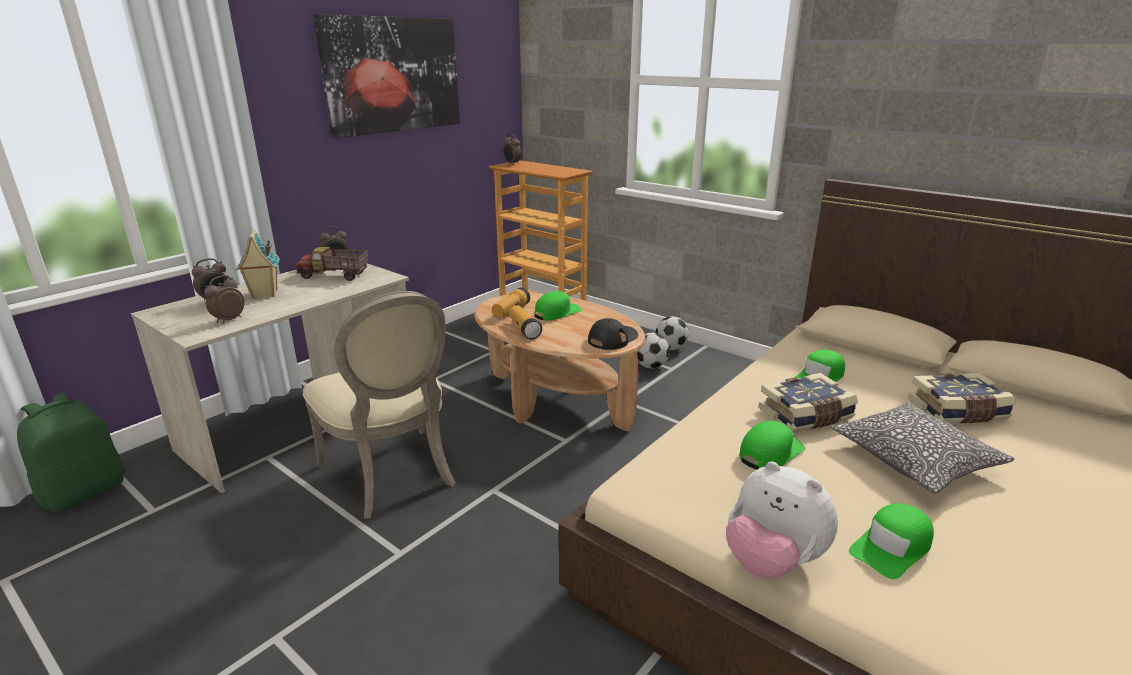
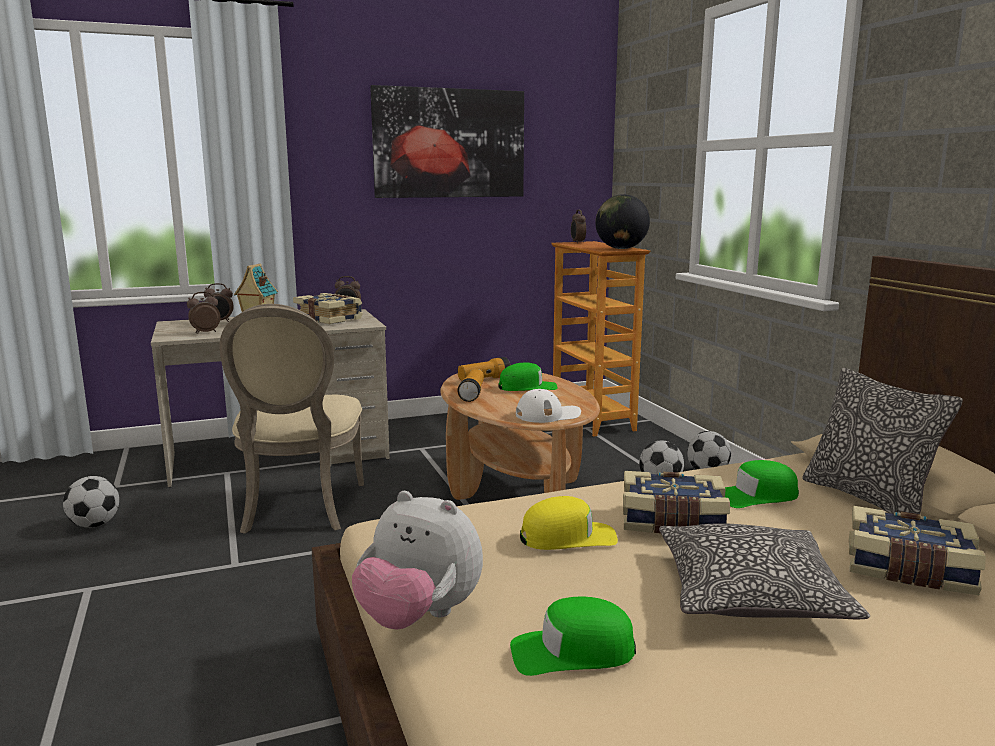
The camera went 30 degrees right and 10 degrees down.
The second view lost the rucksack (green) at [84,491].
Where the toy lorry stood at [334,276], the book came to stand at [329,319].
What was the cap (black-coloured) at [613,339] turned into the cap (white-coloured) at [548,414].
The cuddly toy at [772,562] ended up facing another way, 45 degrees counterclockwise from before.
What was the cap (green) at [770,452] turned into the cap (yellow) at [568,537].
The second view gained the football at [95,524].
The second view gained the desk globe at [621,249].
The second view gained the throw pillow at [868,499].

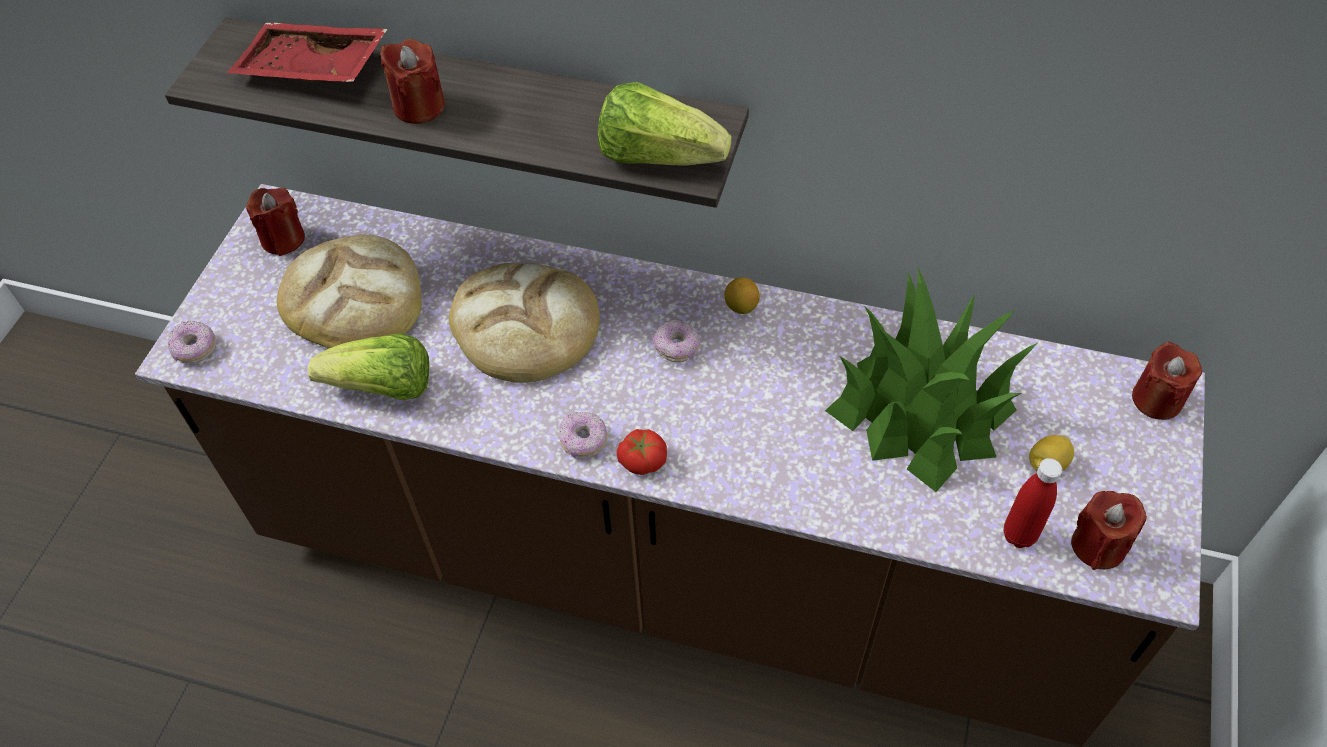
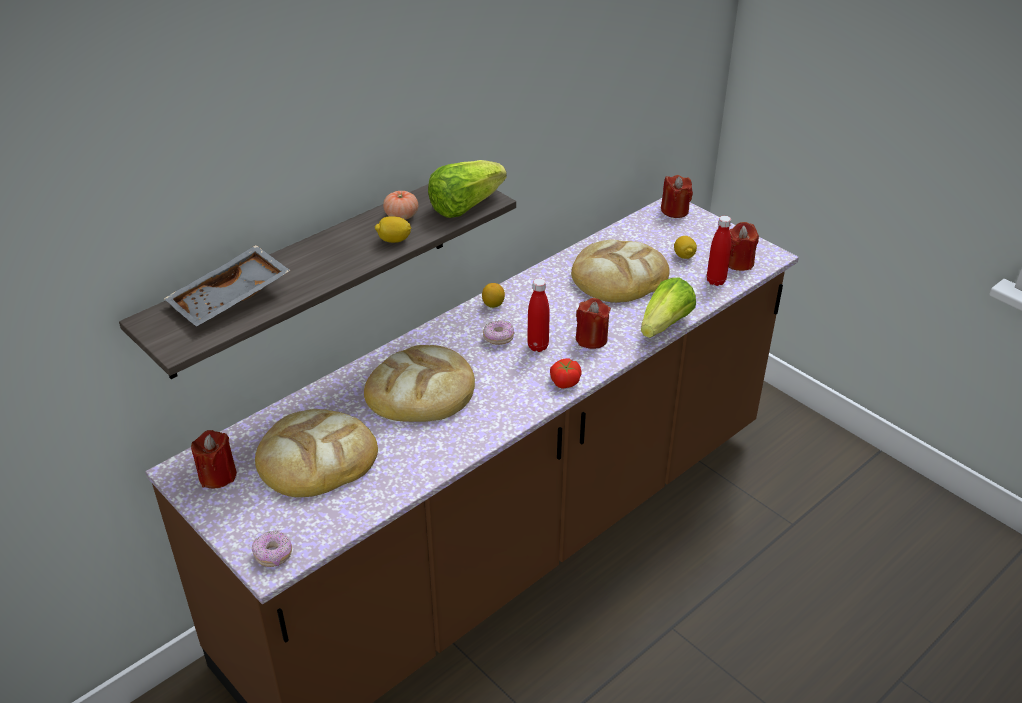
The camera went 60 degrees left and 15 degrees down.
What was the carrying tray (red) at [312,70] turned into the carrying tray (greyish) at [231,299].
The head of lettuce ended up elsewhere, having gone from [383,388] to [665,325].
The wax light (red) ended up elsewhere, having gone from [419,106] to [591,339].
The second view lost the donut at [583,441].
Where the plant in a pot stood at [921,409], the baked bread came to stand at [618,276].
The second view gained the whole lemon at [394,240].
The second view gained the whole tomato at [401,216].
The second view gained the drink bottle (red) at [538,346].

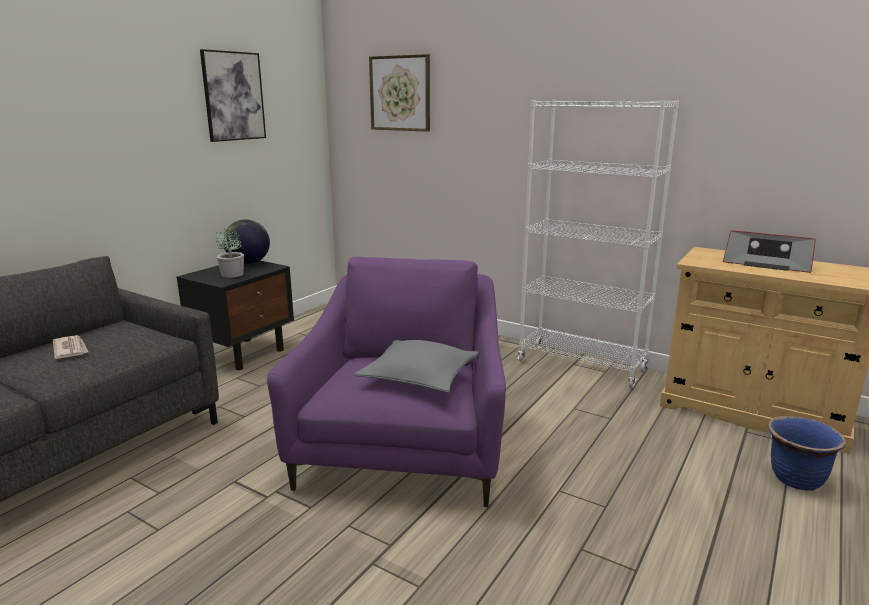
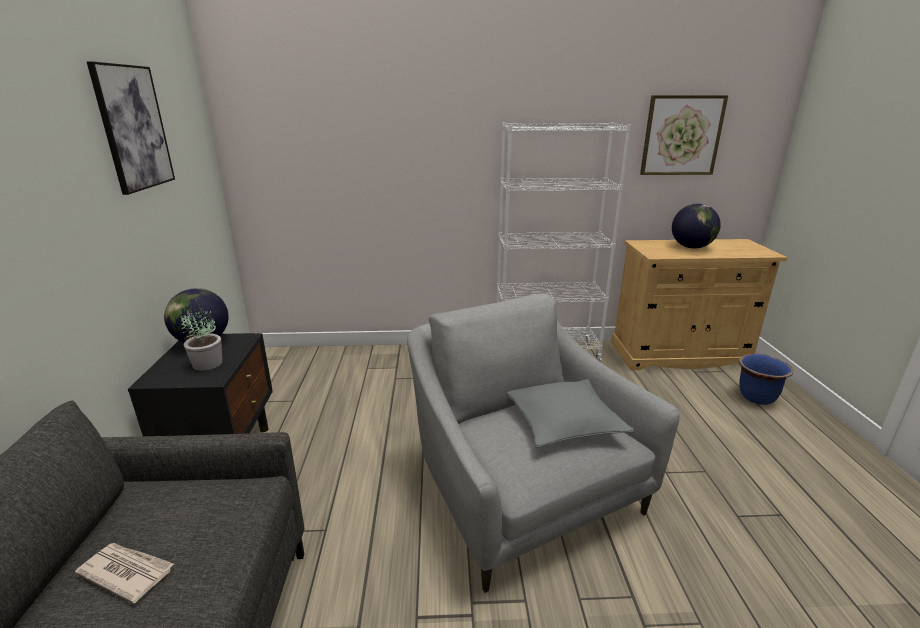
The camera went 35 degrees left and 5 degrees up.
What was the armchair (purple-coloured) at [404,447] turned into the armchair (greyish) at [519,489].
The wall picture ended up elsewhere, having gone from [400,93] to [681,136].
Where the radio stood at [766,263], the desk globe came to stand at [691,247].

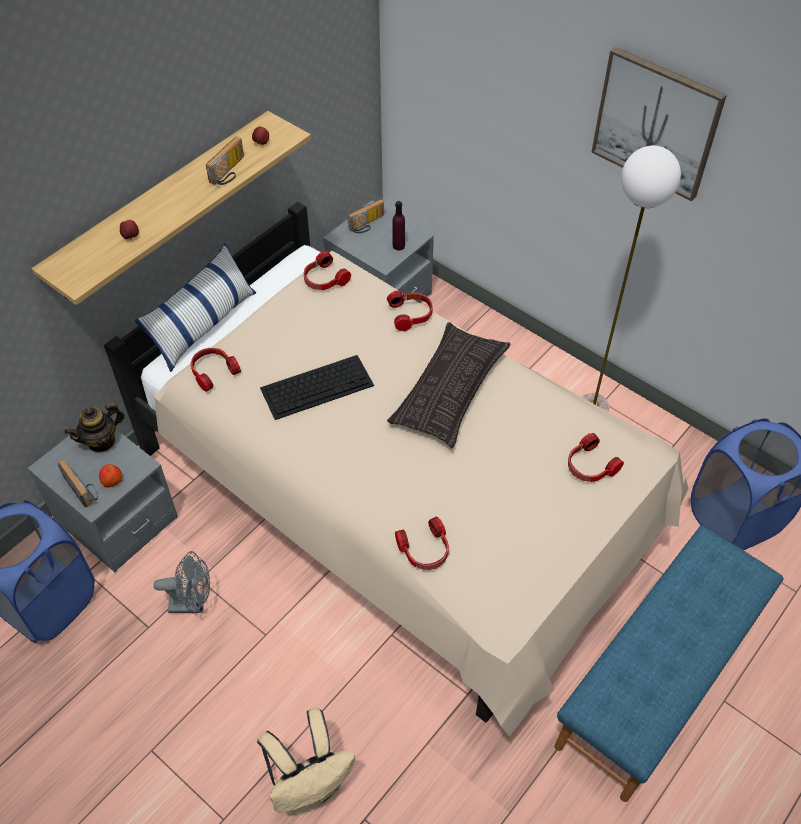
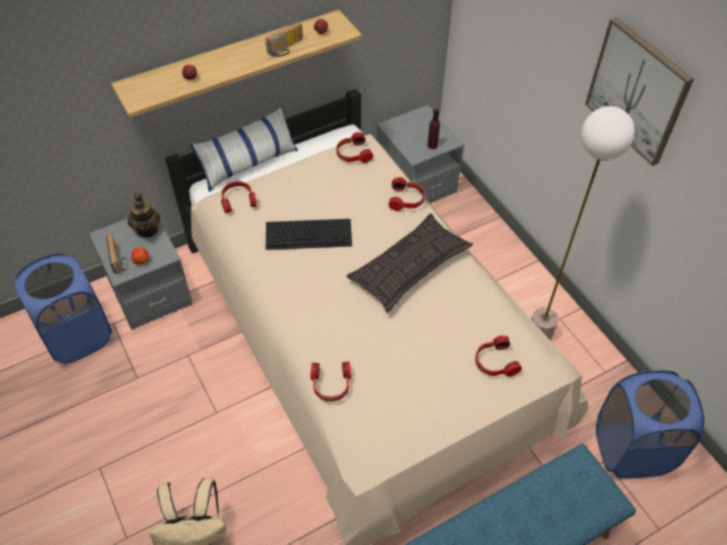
The camera went 20 degrees right and 0 degrees up.
The tea pot at [101,441] ended up facing another way, 90 degrees counterclockwise from before.
The second view lost the cooling fan (greyish) at [193,603].
The second view lost the radio at [367,224].

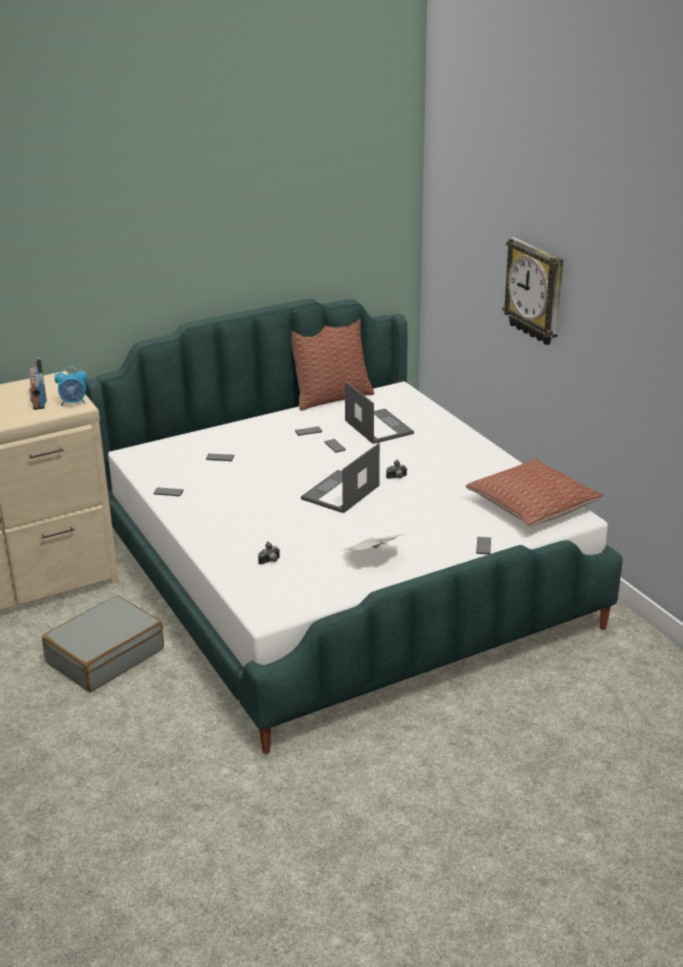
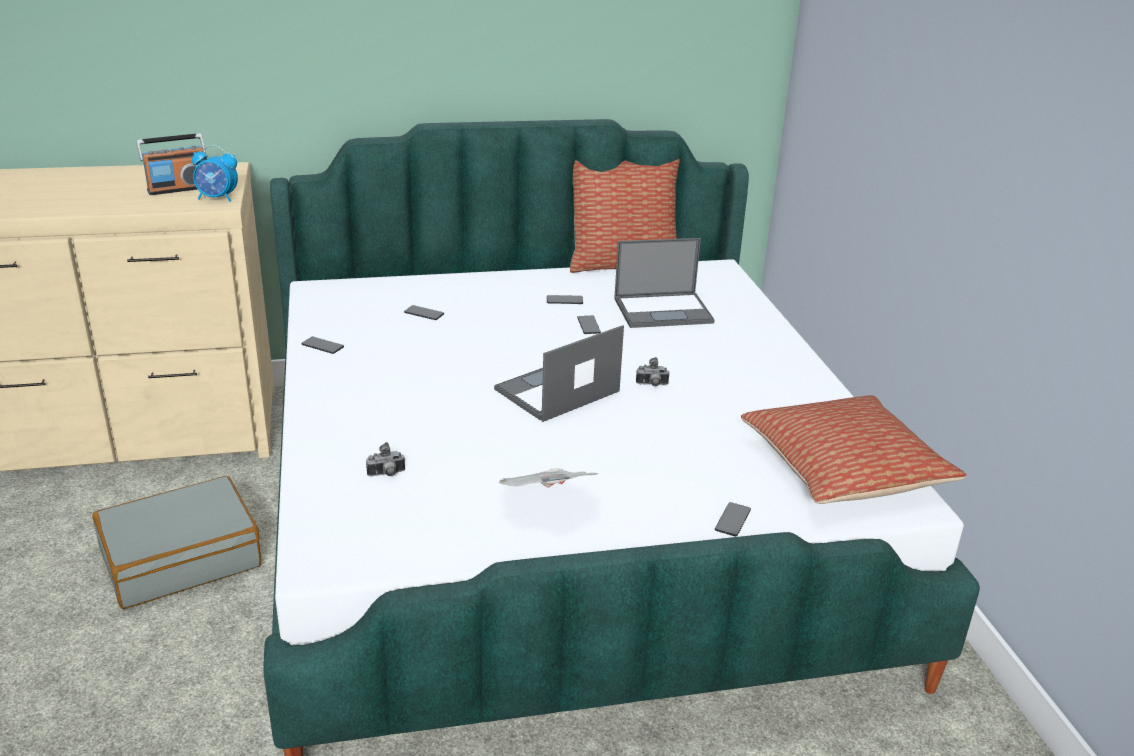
The camera went 15 degrees right and 0 degrees up.
The radio at [39,400] ended up facing another way, 120 degrees counterclockwise from before.
The notebook computer at [378,427] ended up facing another way, 90 degrees clockwise from before.
The second view lost the hanging clock at [535,291].

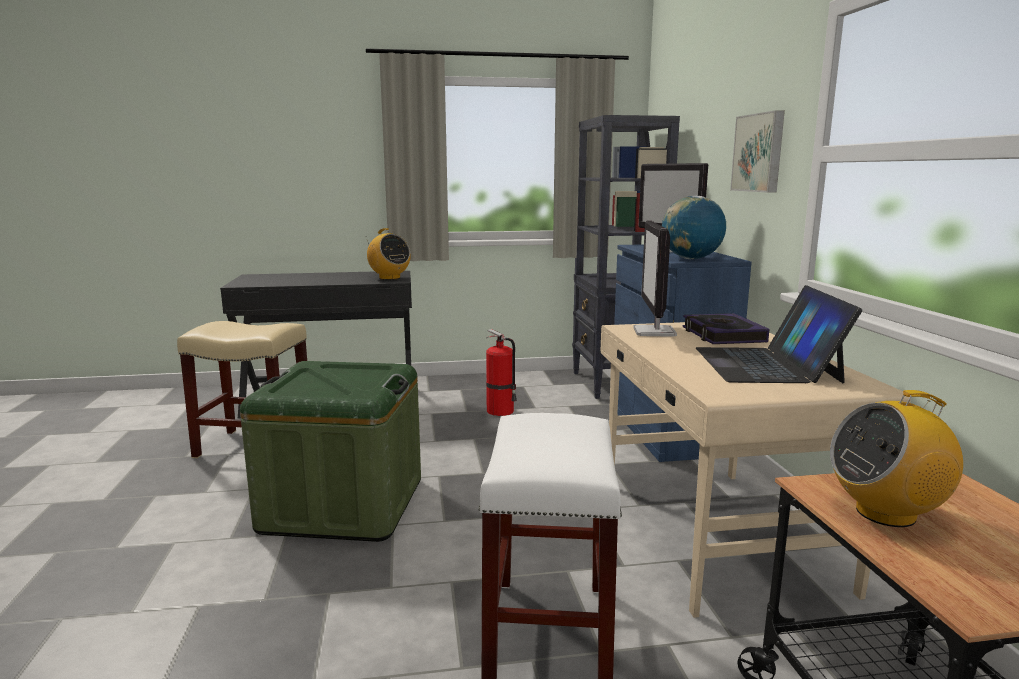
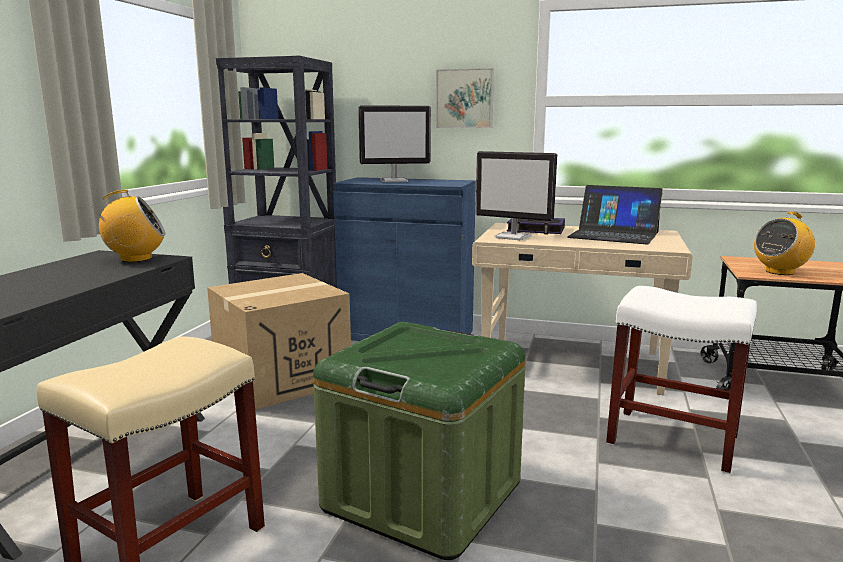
The camera went 65 degrees left and 0 degrees up.
Where the fire-fighting cylinder stood at [501,411], the packing box came to stand at [282,378].
The second view lost the desk globe at [691,259].
The radio at [886,513] ended up facing another way, 45 degrees clockwise from before.

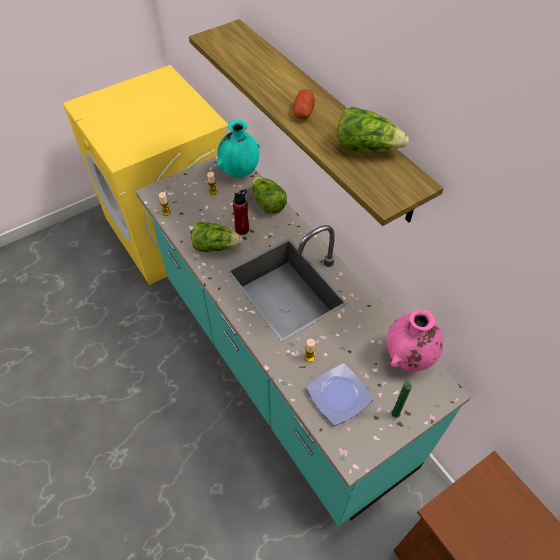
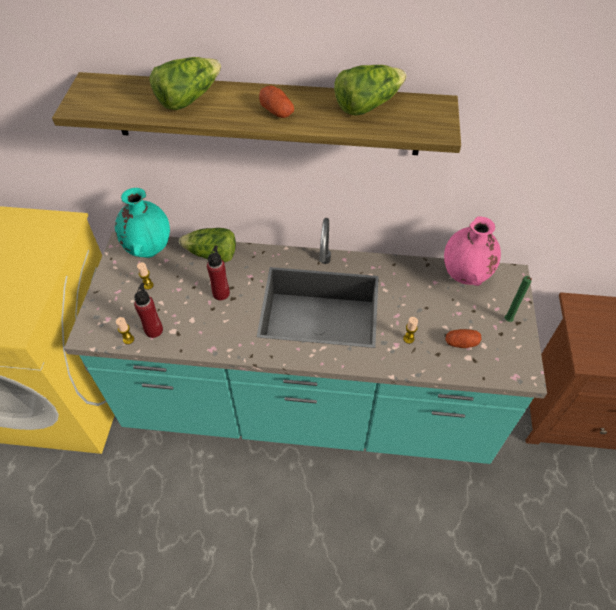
The camera went 50 degrees left and 0 degrees up.
The head of lettuce ended up elsewhere, having gone from [215,246] to [188,98].
Where the flat dish stood at [339,394], the whole potato came to stand at [461,343].
The second view gained the drink bottle (red) at [154,330].

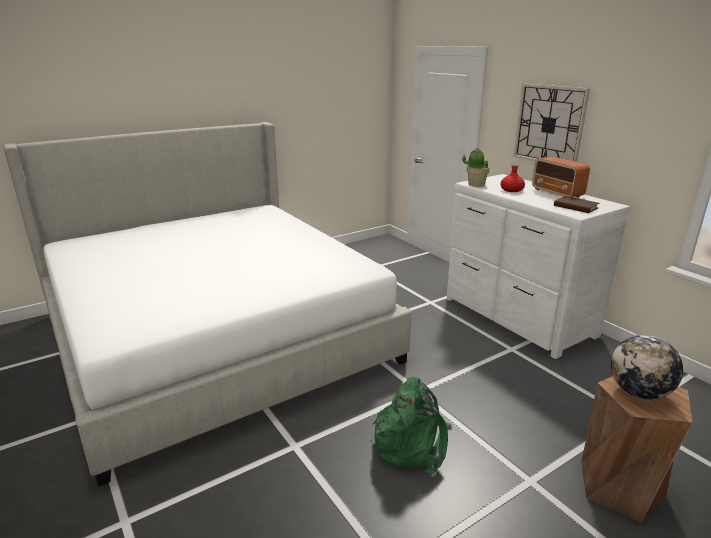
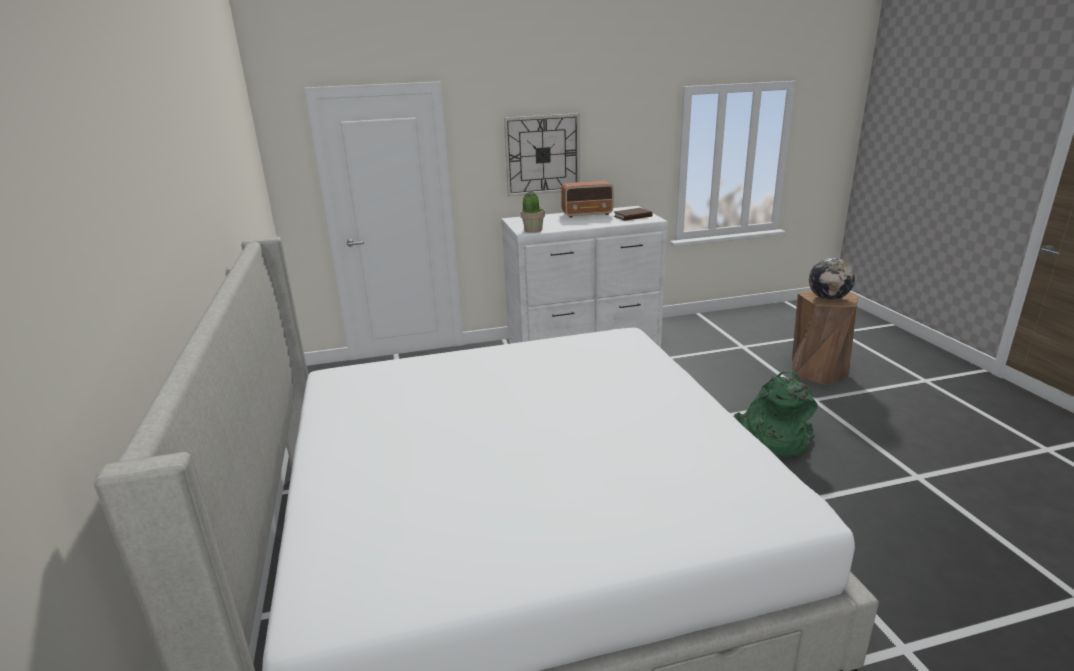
The camera went 70 degrees left and 0 degrees up.
The second view lost the drink bottle (red) at [511,190].

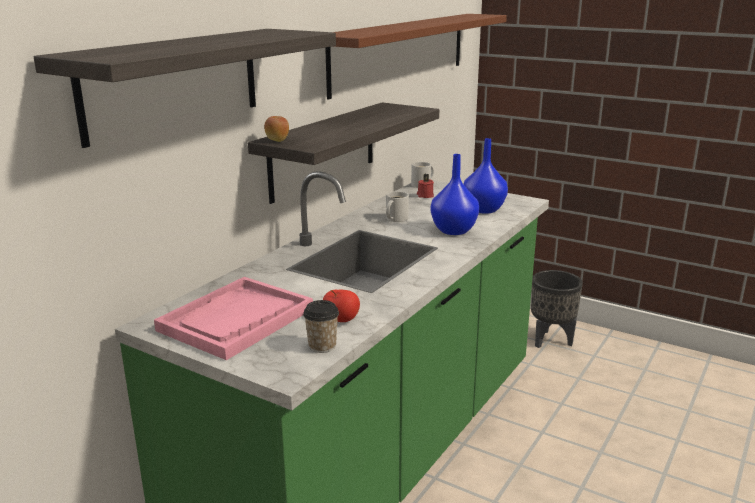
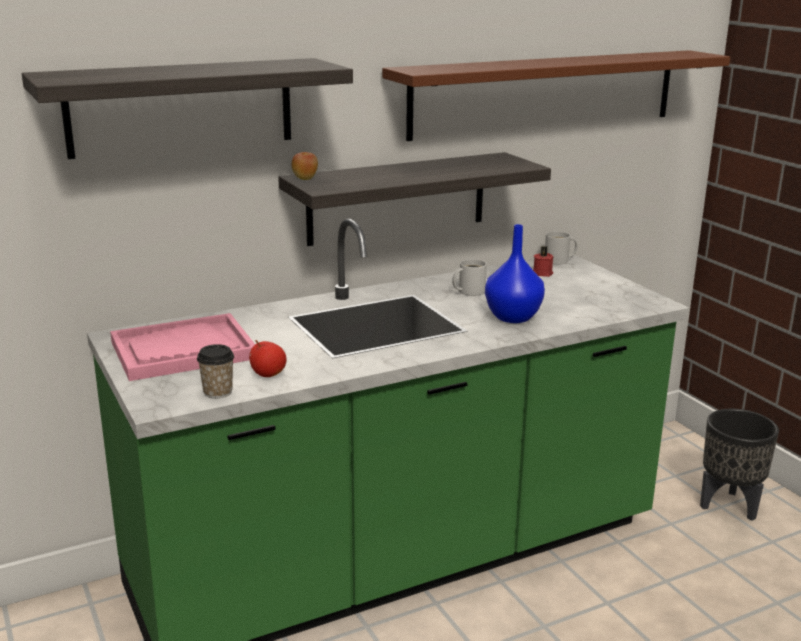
The camera went 30 degrees right and 0 degrees up.
The second view lost the decorative vase (bluish) at [483,209].

